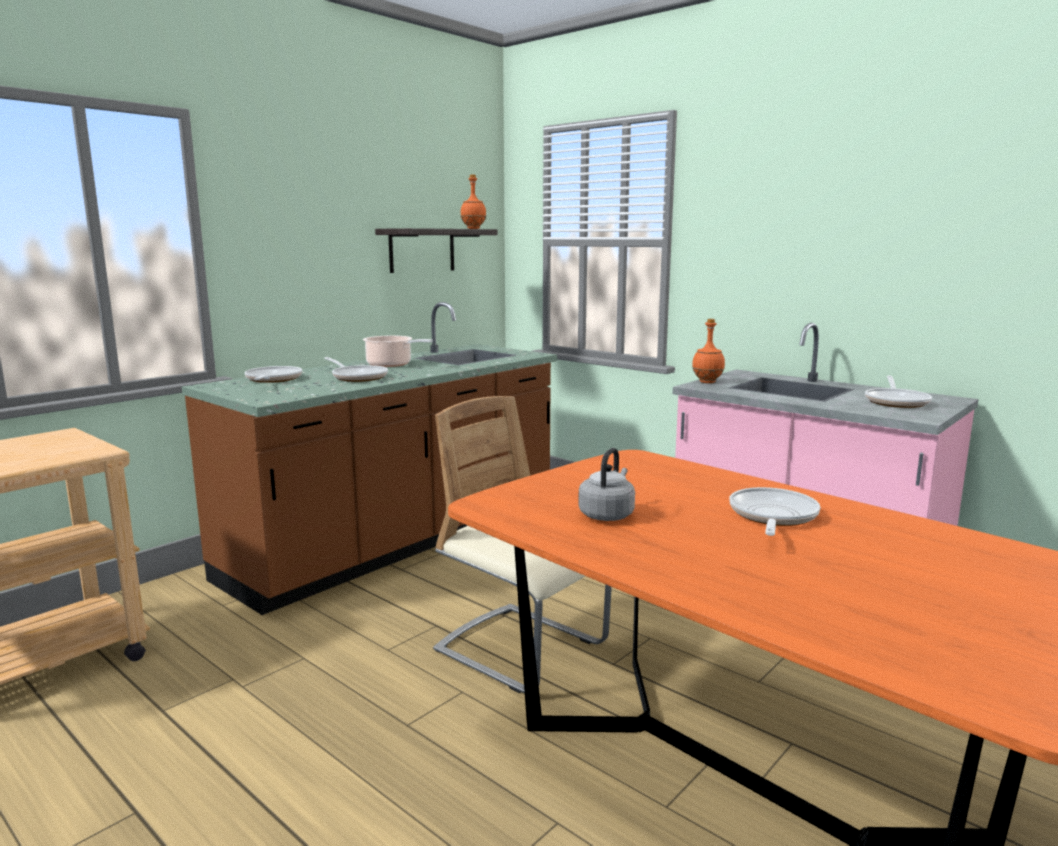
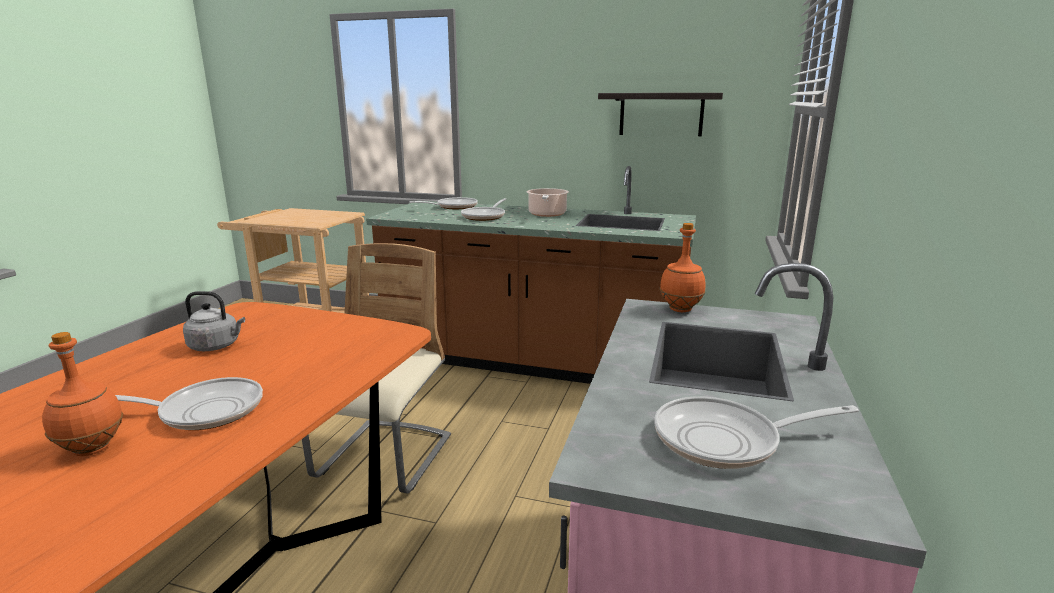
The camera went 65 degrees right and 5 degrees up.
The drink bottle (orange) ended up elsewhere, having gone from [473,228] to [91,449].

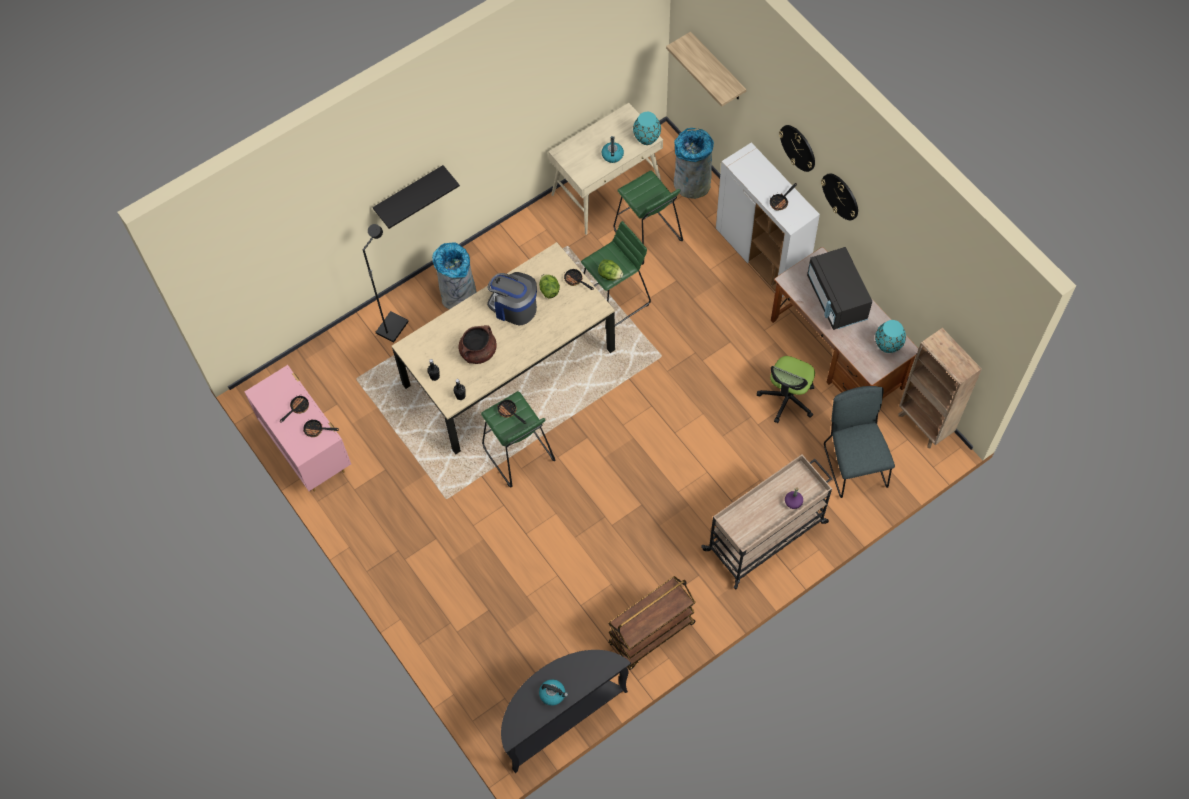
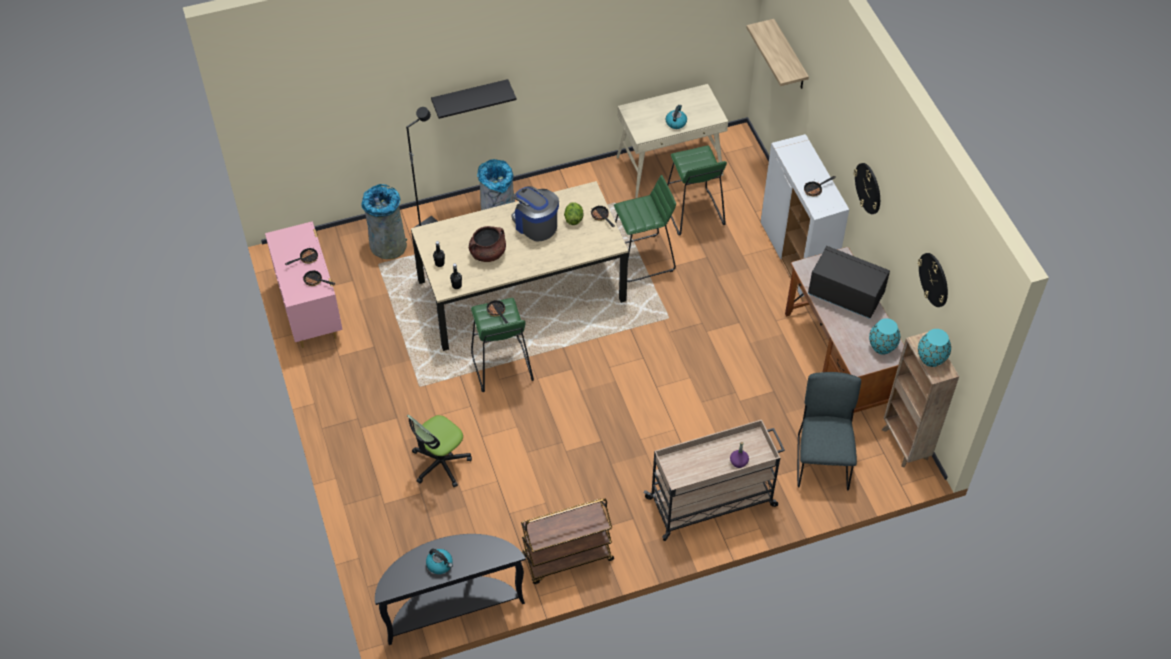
The camera went 15 degrees right and 10 degrees down.
The second view lost the head of lettuce at [610,275].
The decorative vase (turquoise) ended up elsewhere, having gone from [647,138] to [931,359].
The rubbish bin (greyish) ended up elsewhere, having gone from [691,183] to [388,245].
The office chair ended up elsewhere, having gone from [787,399] to [440,464].
The hanging clock ended up elsewhere, having gone from [798,147] to [934,279].
The microwave oven (black-coloured) at [836,299] ended up facing another way, 120 degrees clockwise from before.

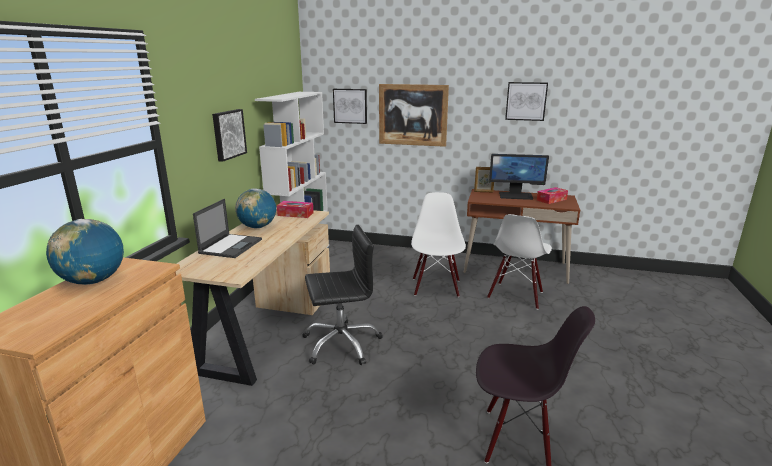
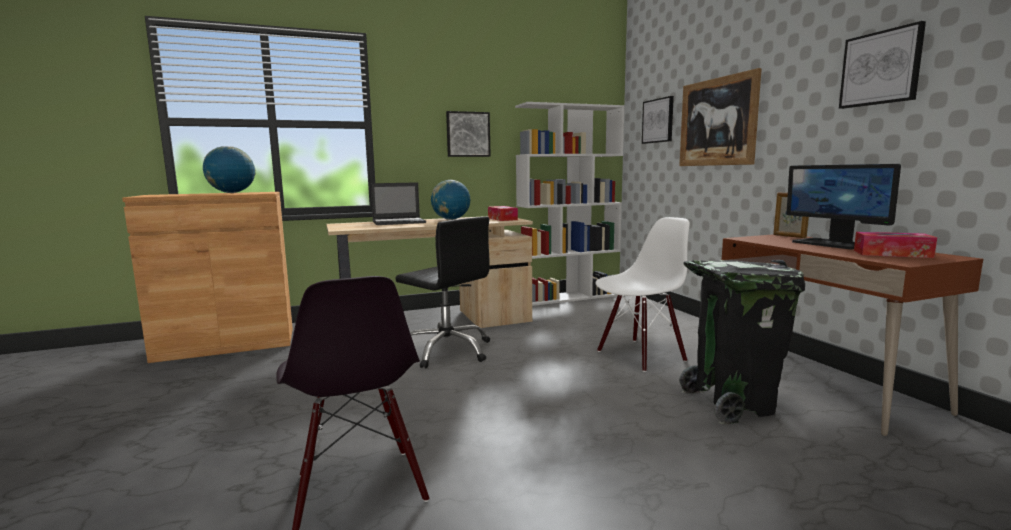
The camera went 55 degrees right and 10 degrees down.
Where the upright chair (white-coloured) stood at [516,295], the rubbish bin (black-coloured) came to stand at [732,403].

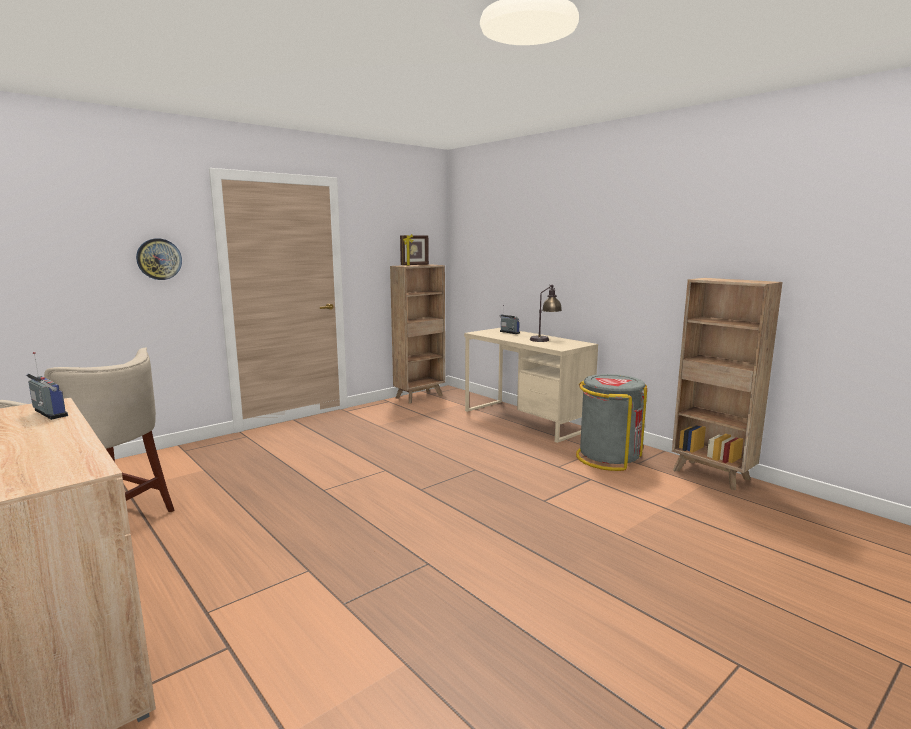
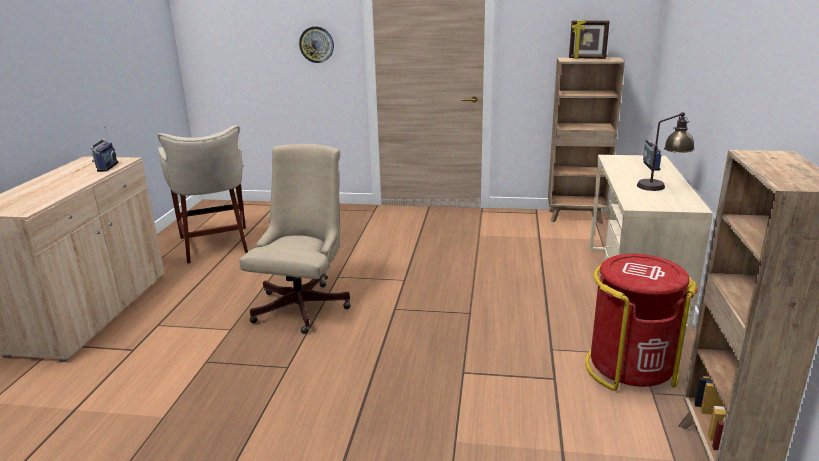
The camera went 50 degrees right and 10 degrees up.
What was the rubbish bin (greyish) at [608,457] turned into the rubbish bin (red) at [630,368].
The second view gained the office chair (beige) at [304,304].

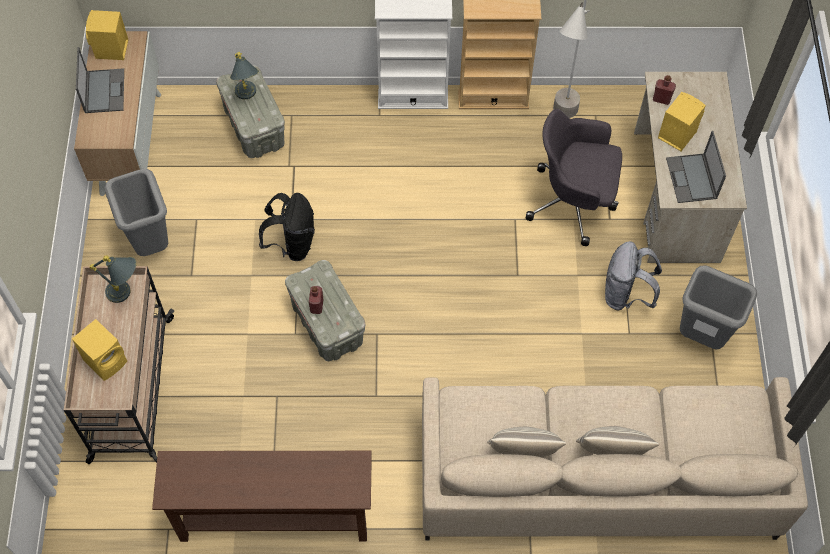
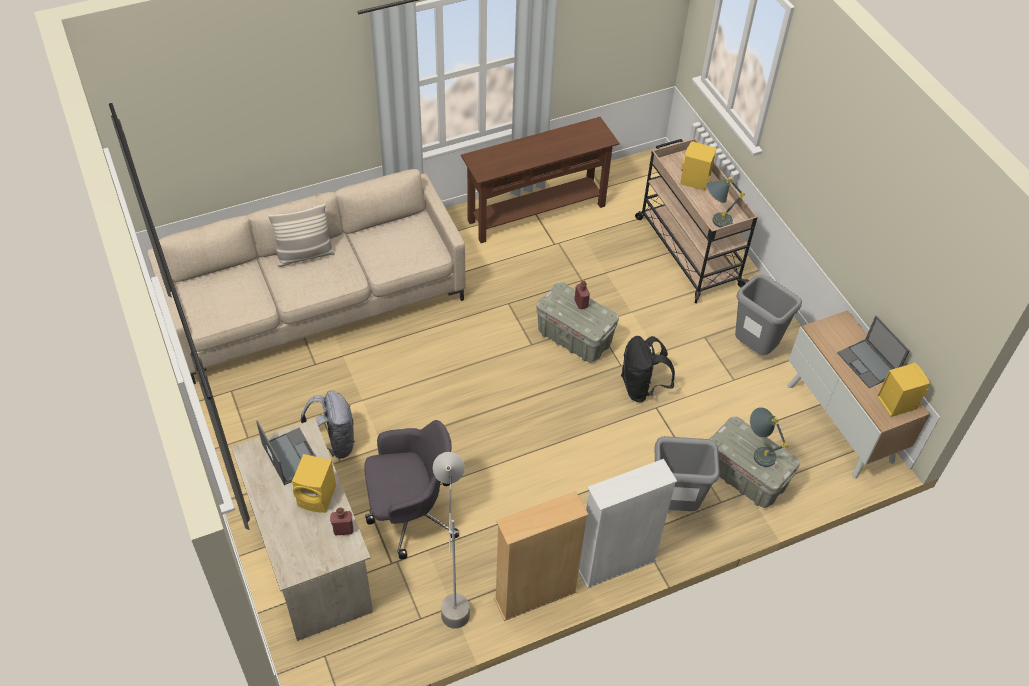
The camera went 155 degrees right and 10 degrees down.
The second view lost the throw pillow at [523,453].
The rubbish bin (greyish) ended up elsewhere, having gone from [701,337] to [674,505].

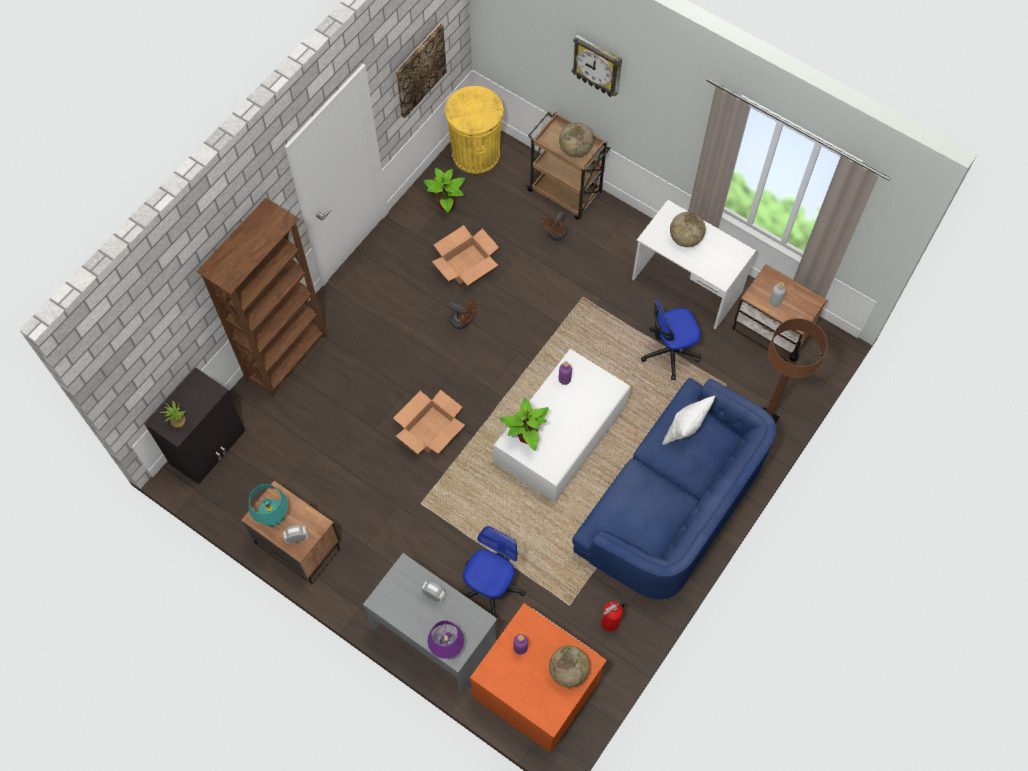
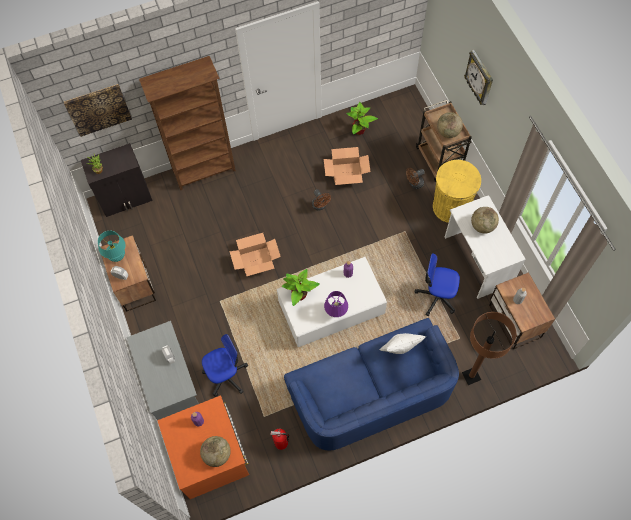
The camera went 35 degrees right and 0 degrees up.
The wall picture ended up elsewhere, having gone from [420,70] to [98,109].
The tabletop lamp (purple-coloured) ended up elsewhere, having gone from [447,646] to [336,312].
The rubbish bin (yellow) ended up elsewhere, having gone from [476,153] to [451,207].

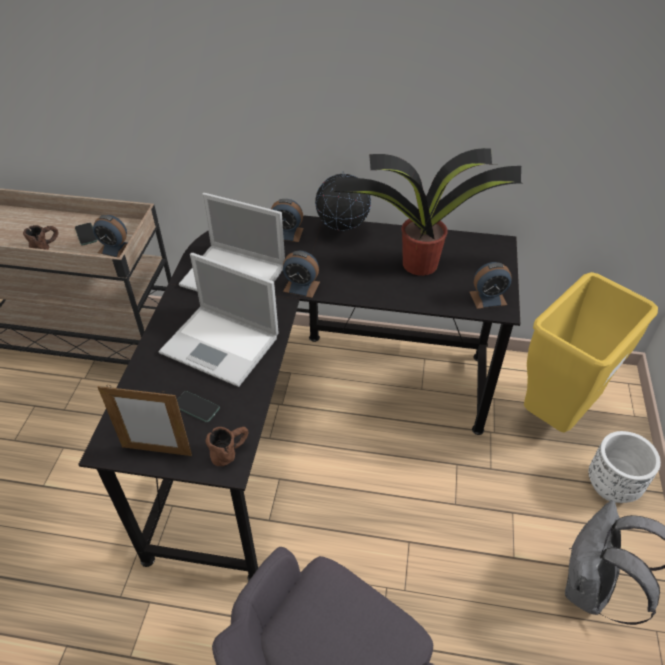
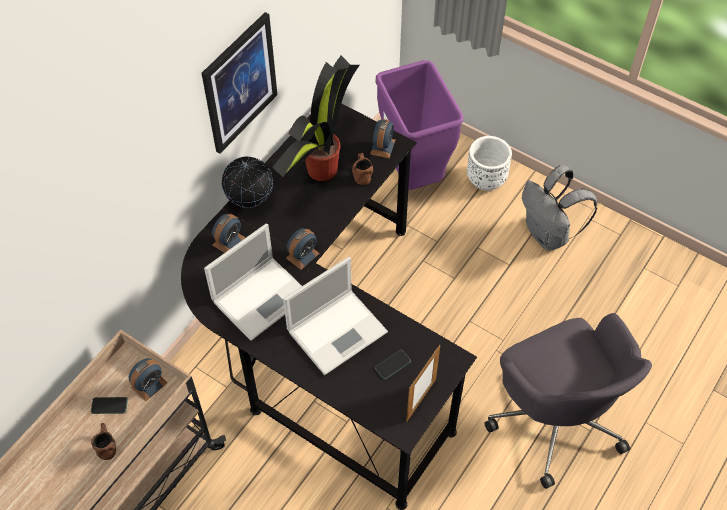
The camera went 65 degrees left and 10 degrees up.
The tea mug (brown) ended up elsewhere, having gone from [230,451] to [361,174].
What was the rubbish bin (yellow) at [556,413] turned into the rubbish bin (purple-coloured) at [413,175].
The second view gained the wall picture at [239,83].

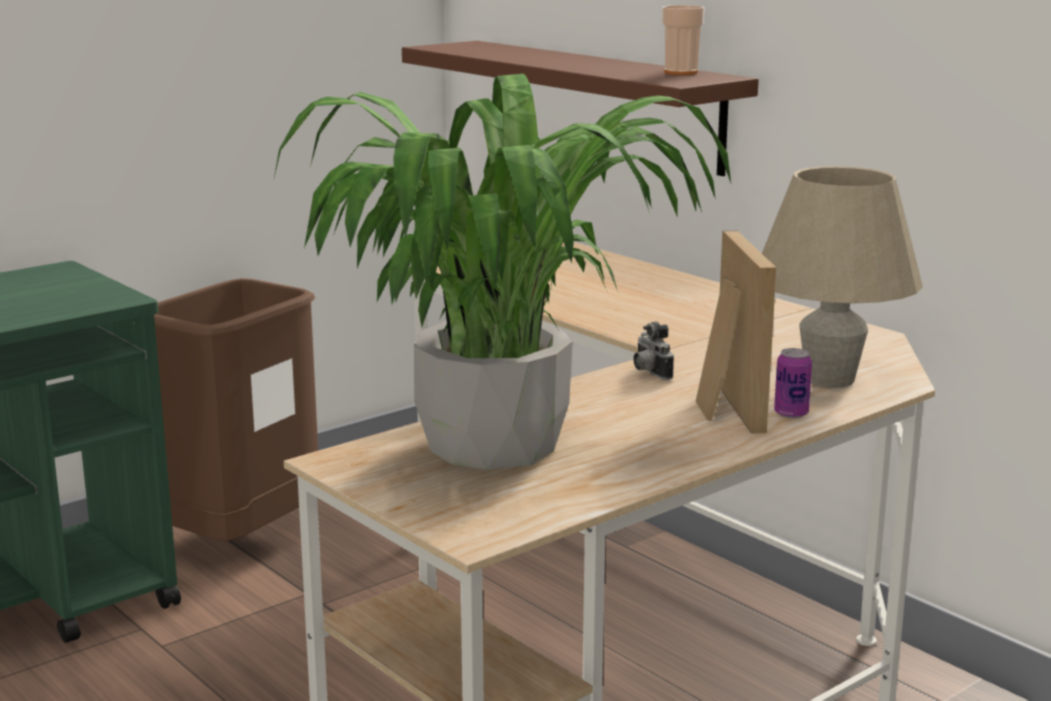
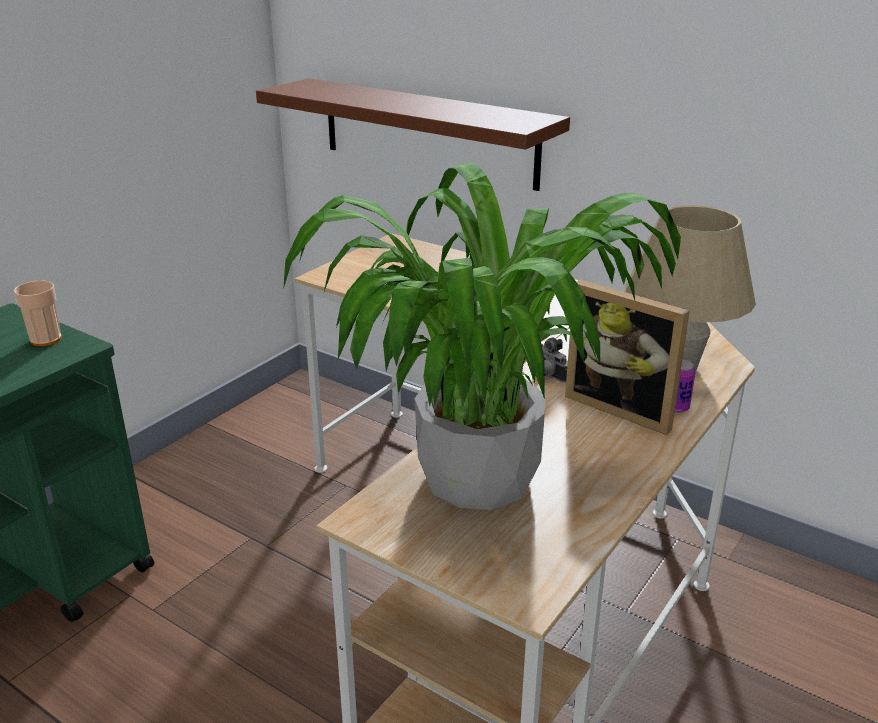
The camera went 15 degrees left and 10 degrees up.
The second view lost the rubbish bin (brown) at [243,540].
The small cup ended up elsewhere, having gone from [681,72] to [46,339].
The picture frame at [722,407] ended up facing another way, 150 degrees clockwise from before.

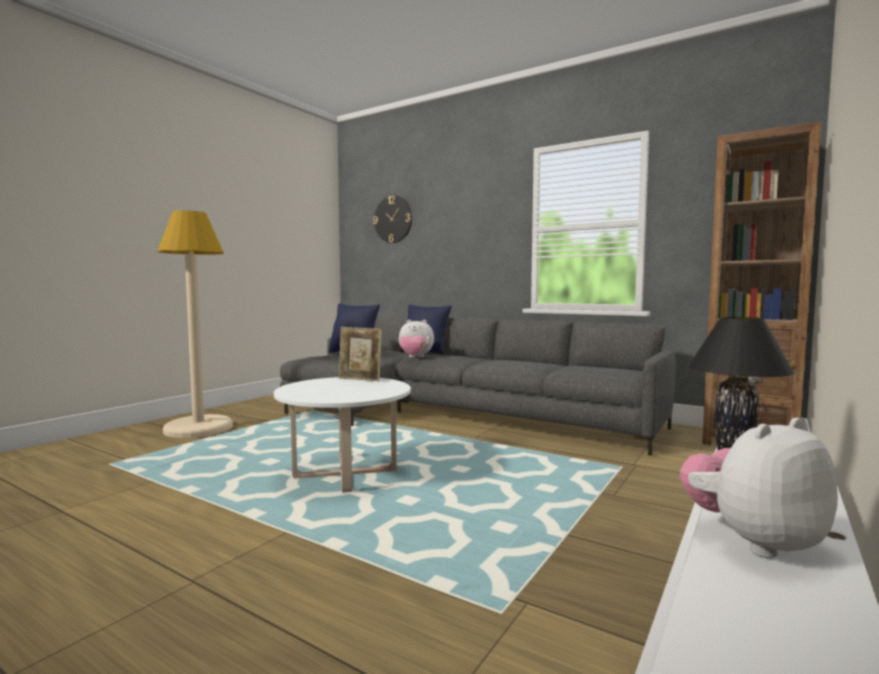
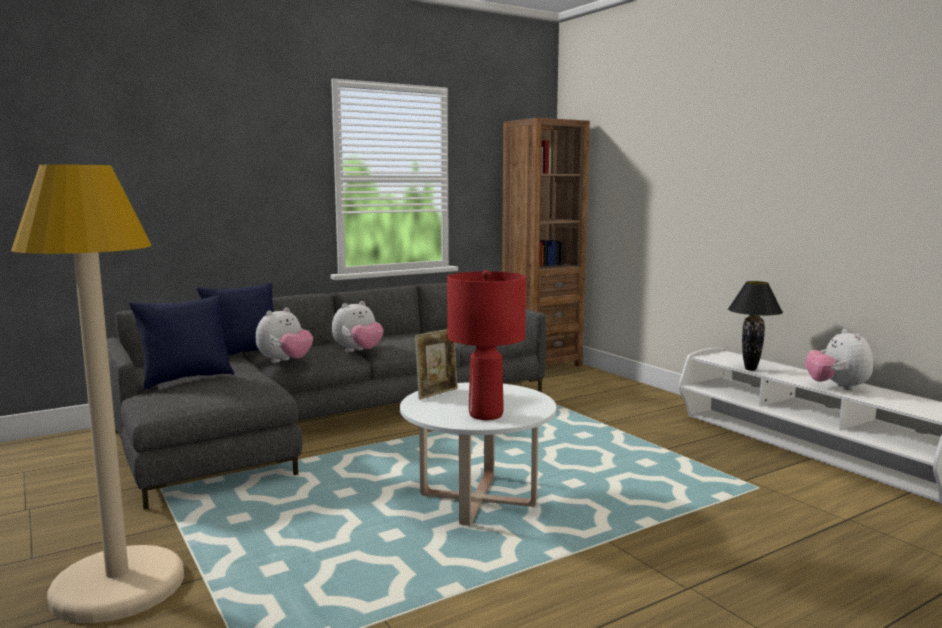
The camera went 65 degrees left and 5 degrees up.
The second view lost the hanging clock at [393,219].
The second view gained the cuddly toy at [358,351].
The second view gained the tabletop lamp (red) at [486,414].

